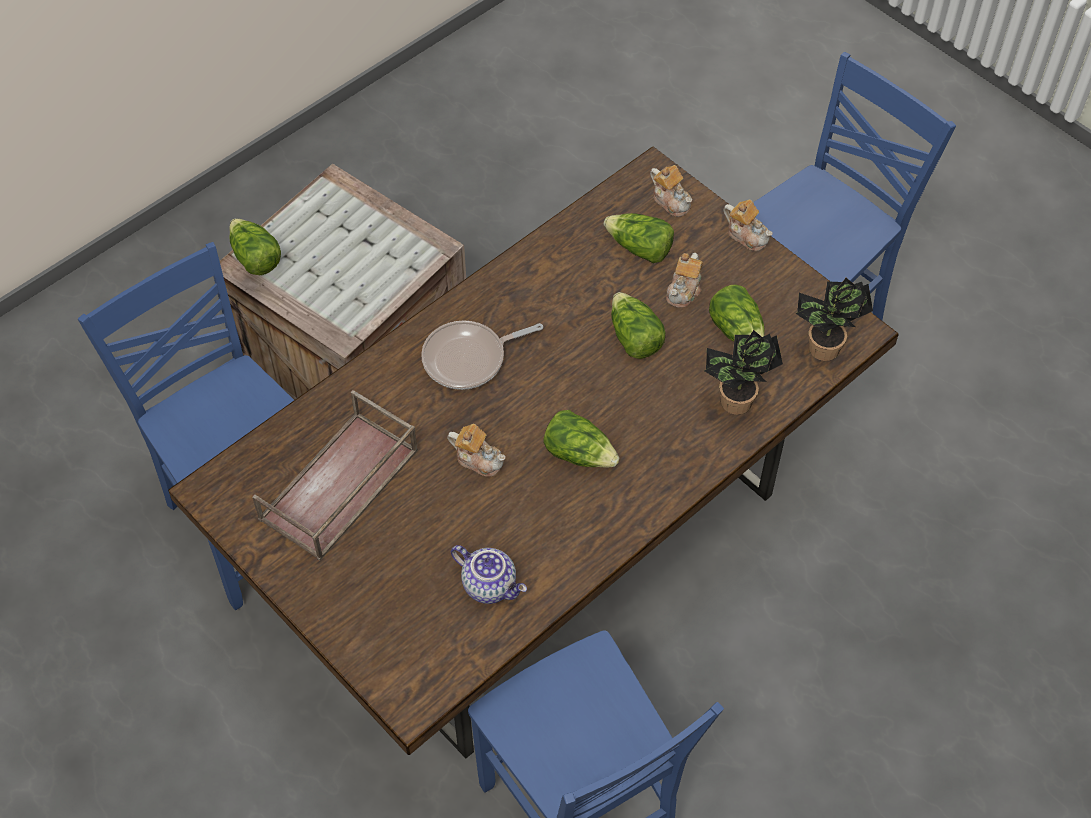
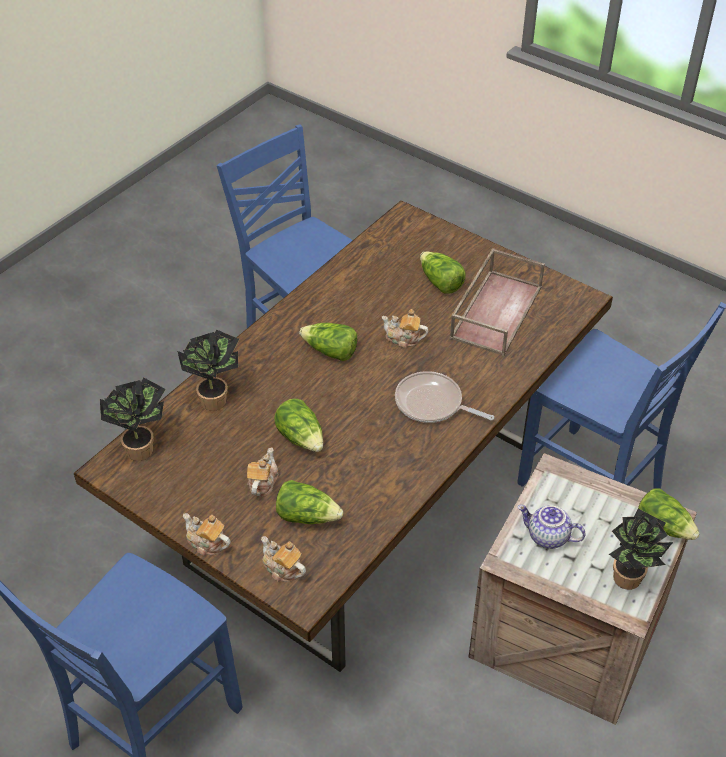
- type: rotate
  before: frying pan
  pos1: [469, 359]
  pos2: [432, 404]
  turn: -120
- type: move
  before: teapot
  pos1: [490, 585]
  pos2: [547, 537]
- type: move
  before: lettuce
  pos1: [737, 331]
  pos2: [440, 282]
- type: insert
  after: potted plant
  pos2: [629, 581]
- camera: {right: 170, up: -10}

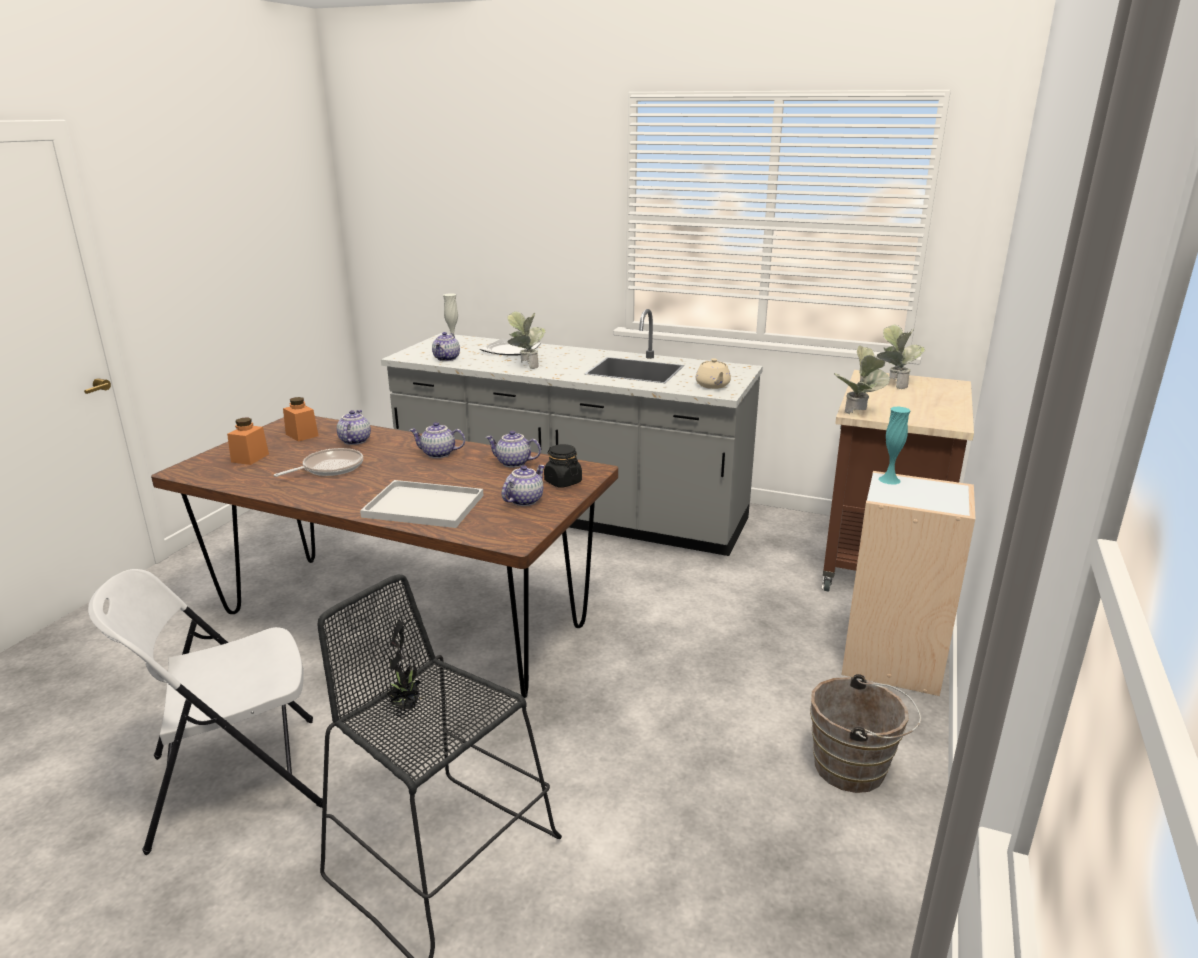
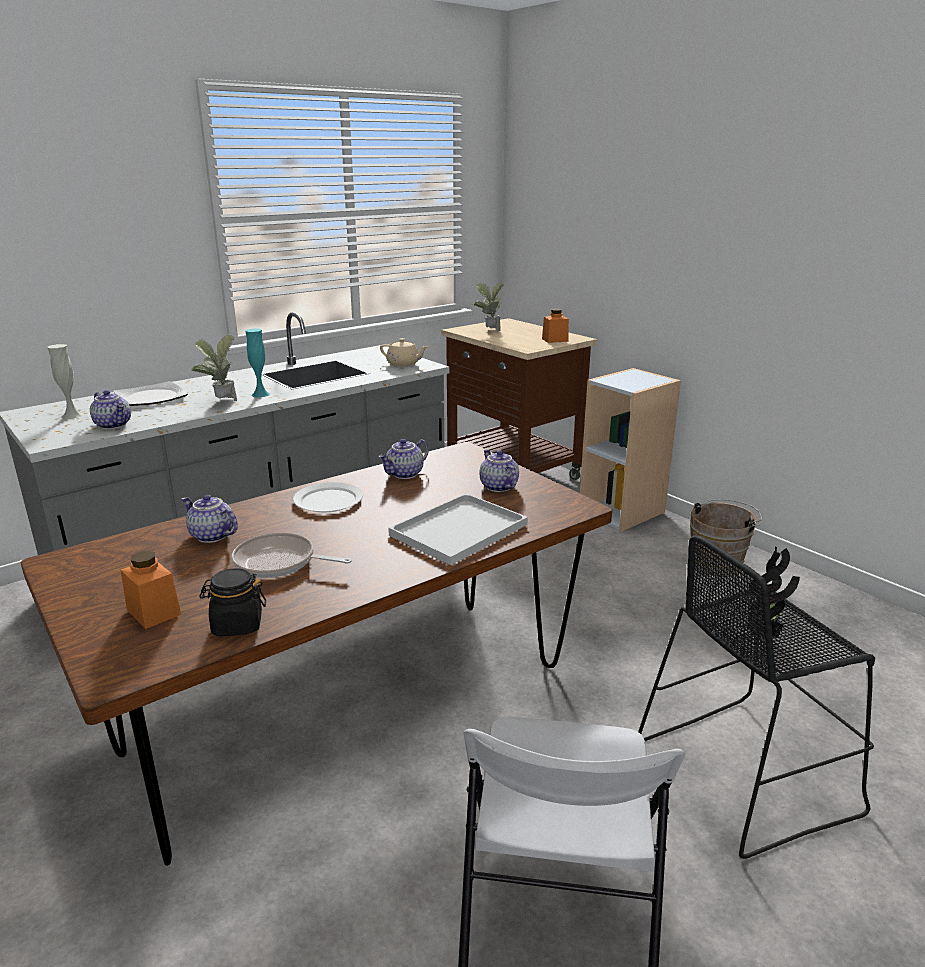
- type: rotate
  before: frying pan
  pos1: [329, 468]
  pos2: [279, 562]
  turn: -60
- type: move
  before: jar/orange
  pos1: [302, 435]
  pos2: [555, 340]
- type: replace
  before: teapot
  after: plate/white
  pos1: [438, 454]
  pos2: [329, 500]
- type: move
  before: jar/black
  pos1: [562, 482]
  pos2: [237, 625]
- type: delete
  before: potted plant
  pos1: [858, 415]
- type: move
  before: vase/turquoise
  pos1: [889, 480]
  pos2: [260, 394]
- camera: {right: -60, up: 0}

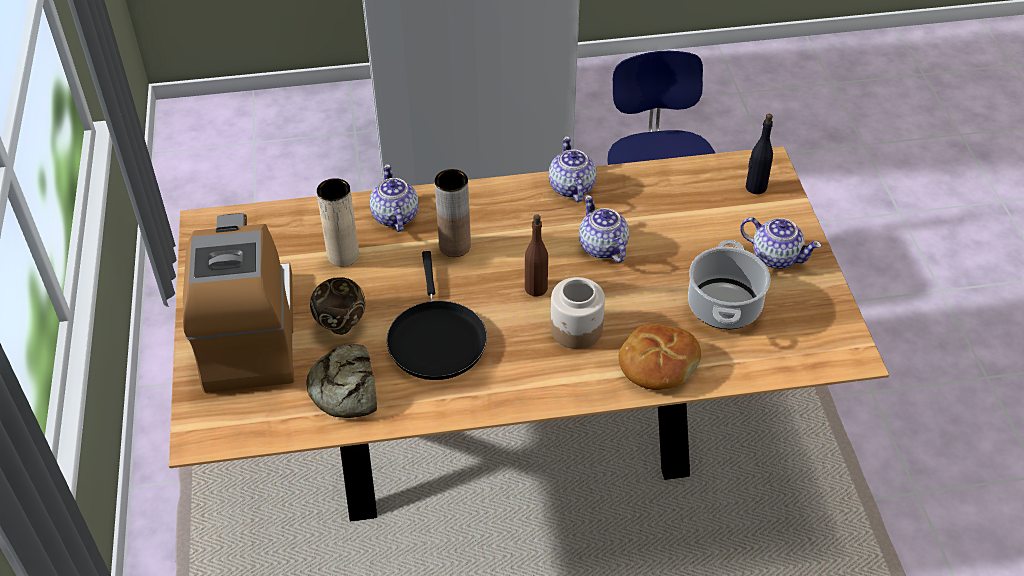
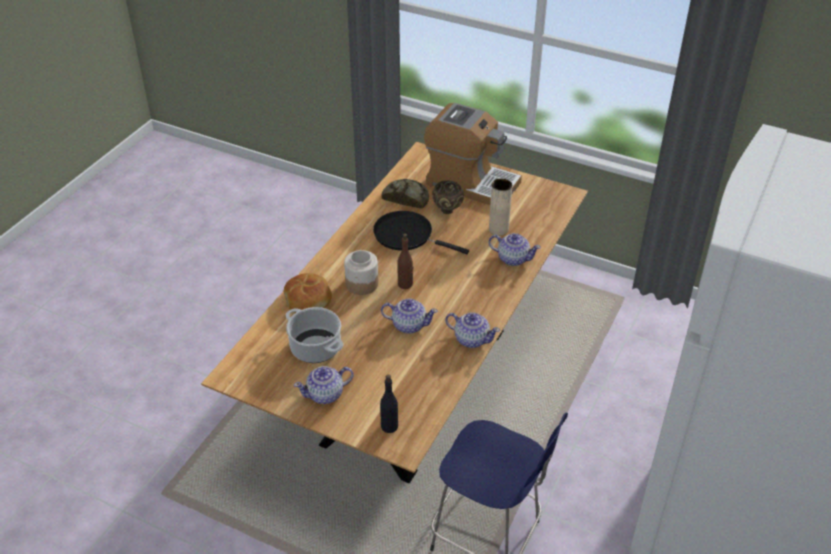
- type: delete
  before: vase/brown
  pos1: [455, 246]
- camera: {right: 125, up: -5}

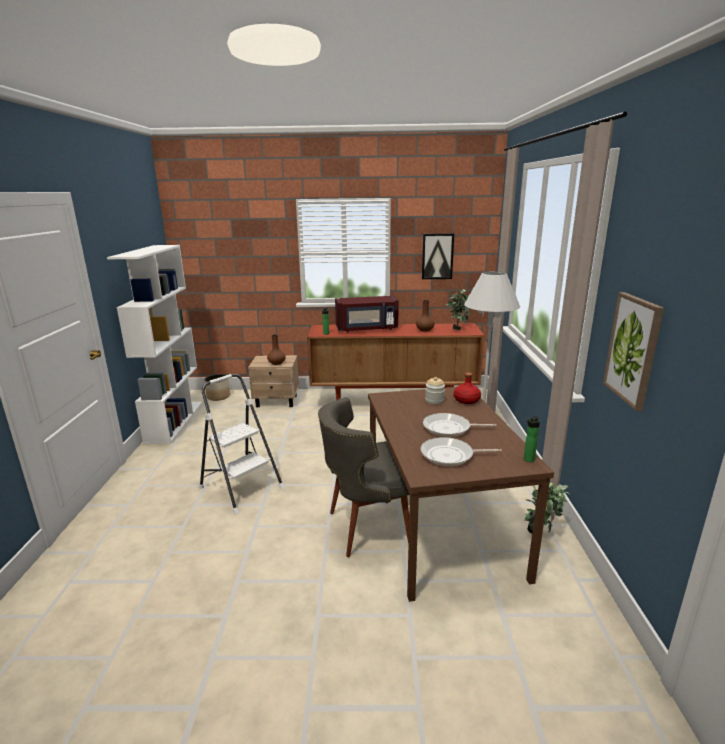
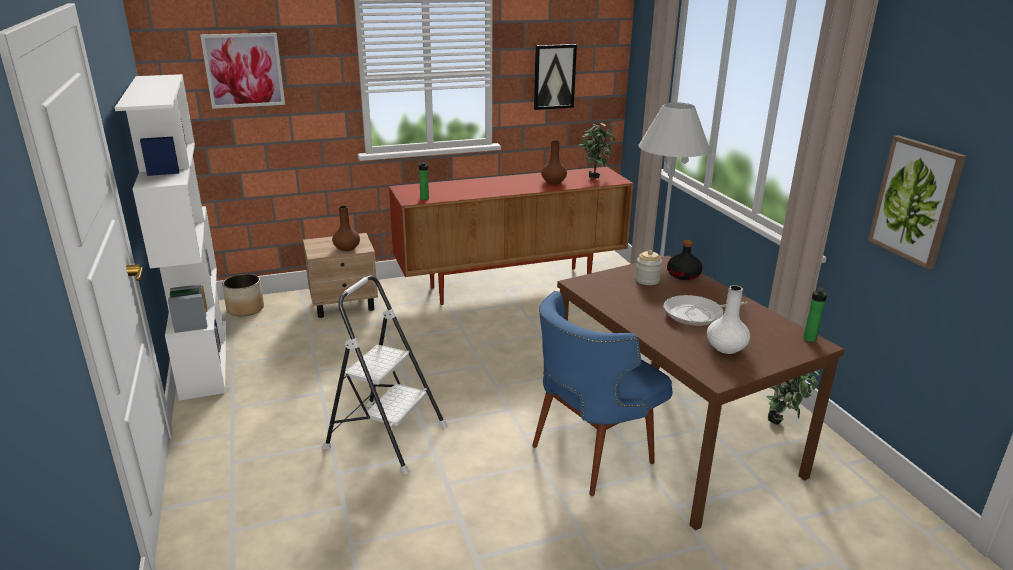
- type: recolor
  before: chair/grey
  after: chair/blue
  pos1: [369, 527]
  pos2: [593, 455]
- type: delete
  before: microwave/red
  pos1: [367, 329]
- type: replace
  before: frying pan
  after: vase/white
  pos1: [450, 456]
  pos2: [726, 348]
- type: recolor
  before: bottle/red
  after: bottle/black
  pos1: [467, 400]
  pos2: [683, 275]
- type: insert
  after: picture
  pos2: [244, 70]
- camera: {right: -20, up: 5}

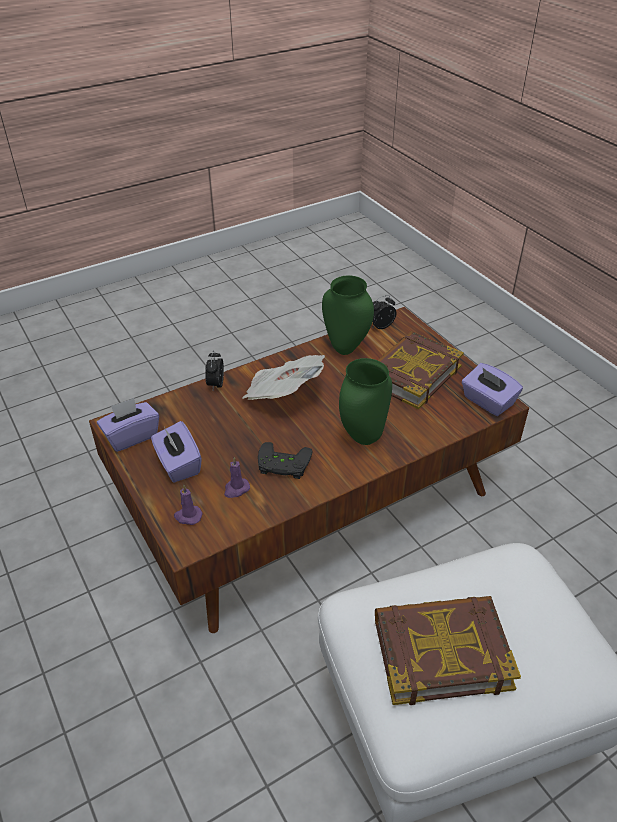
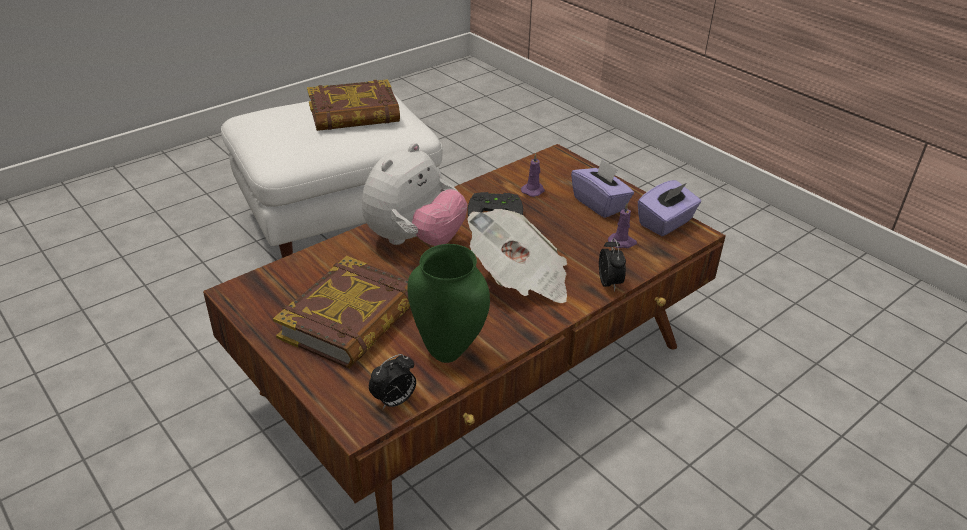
- type: move
  before: candle/purple
  pos1: [187, 516]
  pos2: [622, 242]
- type: replace
  before: vase/green
  after: plush toy
  pos1: [363, 438]
  pos2: [414, 240]
- type: delete
  before: tissue box/purple
  pos1: [487, 402]
- camera: {right: 170, up: -5}

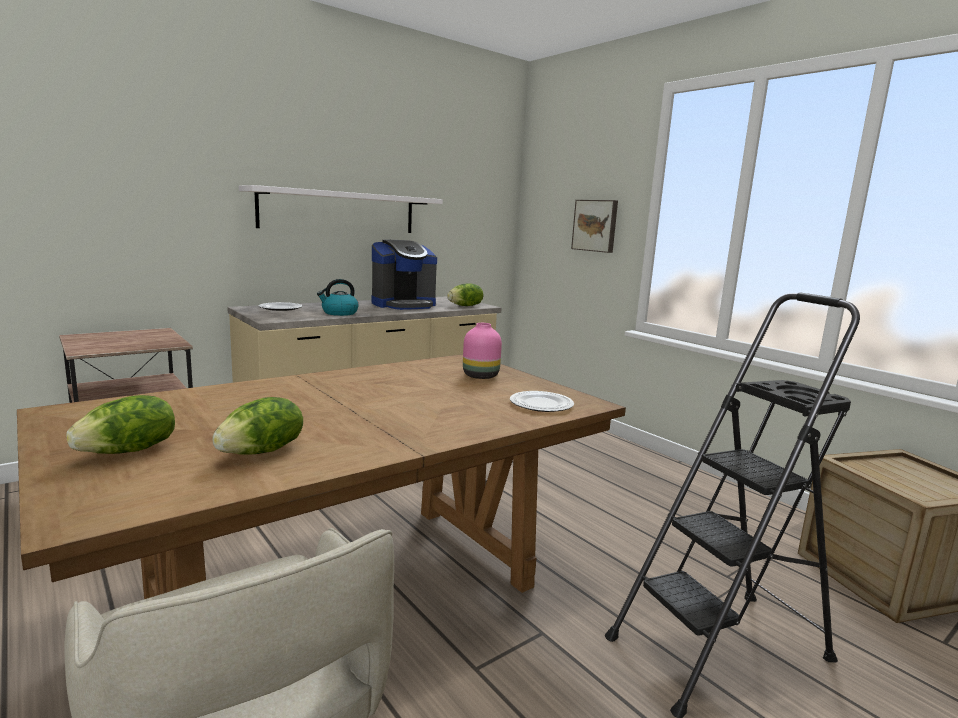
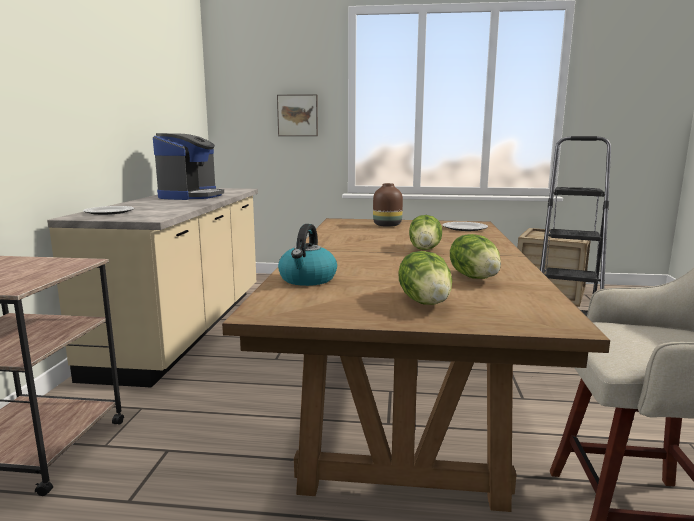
- type: delete
  before: shelf/white
  pos1: [339, 211]
- type: move
  before: kettle
  pos1: [339, 313]
  pos2: [307, 279]
- type: move
  before: lettuce
  pos1: [465, 306]
  pos2: [425, 249]
- type: recolor
  before: vase/pink
  after: vase/brown
  pos1: [480, 376]
  pos2: [387, 225]
- camera: {right: -45, up: 0}

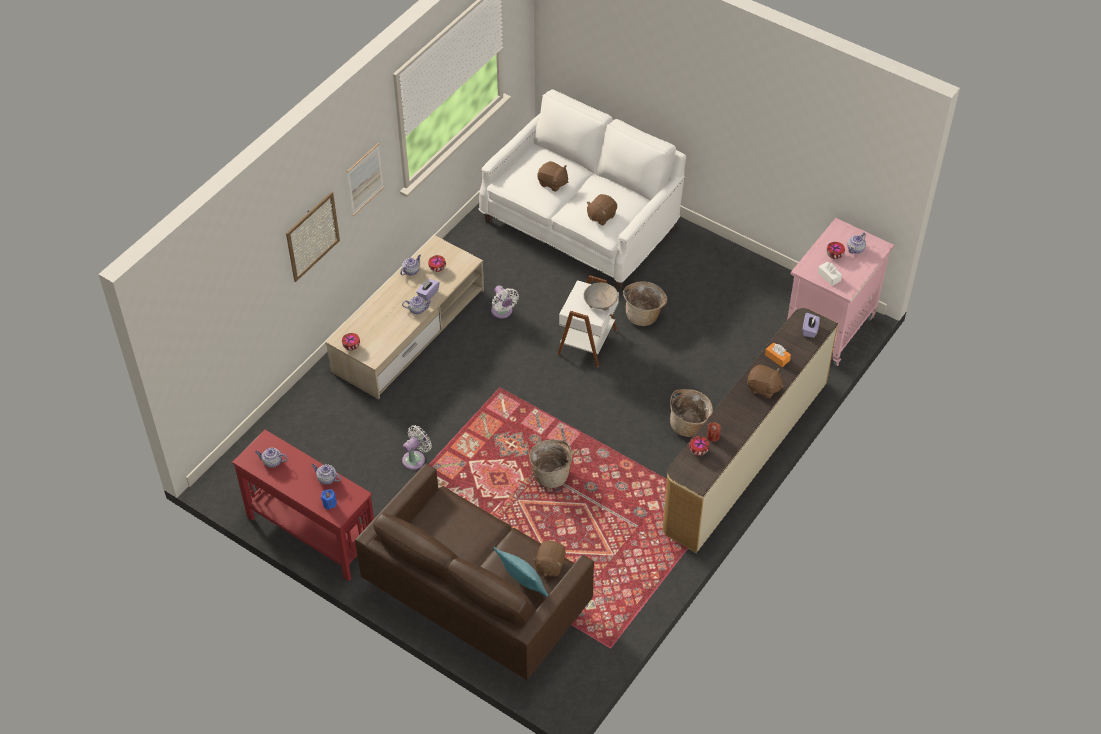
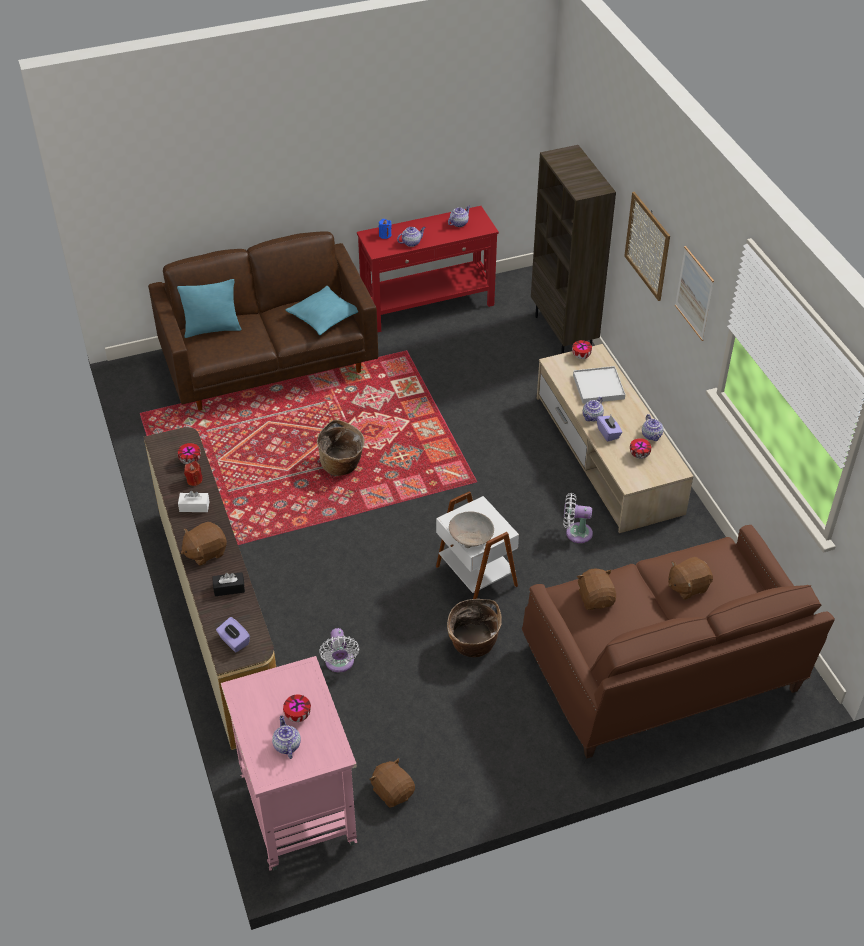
- type: move
  before: fan/white
  pos1: [415, 459]
  pos2: [339, 663]
- type: recolor
  before: sofa/white
  after: sofa/brown
  pos1: [582, 223]
  pos2: [663, 671]
- type: move
  before: plush toy/brown
  pos1: [549, 565]
  pos2: [393, 791]
- type: delete
  before: basket
  pos1: [689, 425]
- type: recolor
  before: tissue box/orange
  after: tissue box/black
  pos1: [777, 358]
  pos2: [229, 588]
- type: move
  before: tissue box/white
  pos1: [829, 277]
  pos2: [194, 506]
- type: insert
  after: pillow/turquoise
  pos2: [324, 316]
- type: insert
  after: bookcase/brown
  pos2: [564, 333]
- type: insert
  after: tray/white
  pos2: [598, 387]
- camera: {right: 125, up: -5}

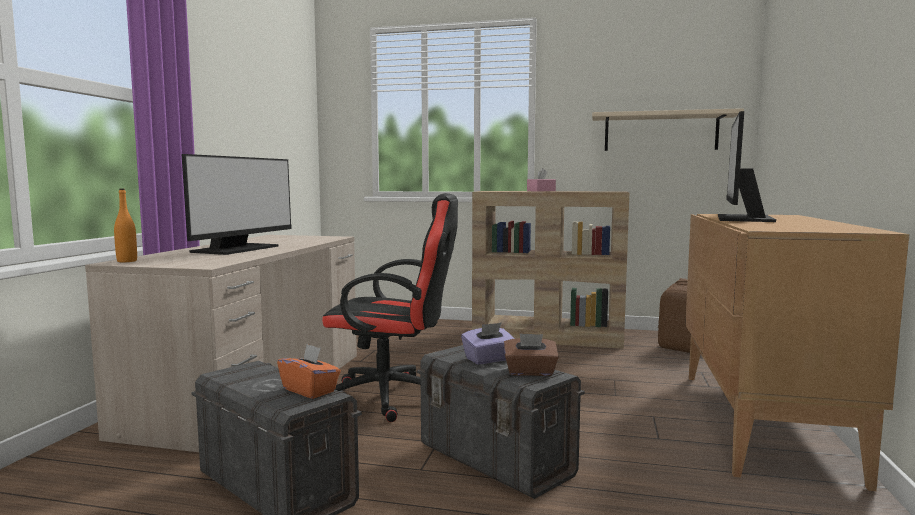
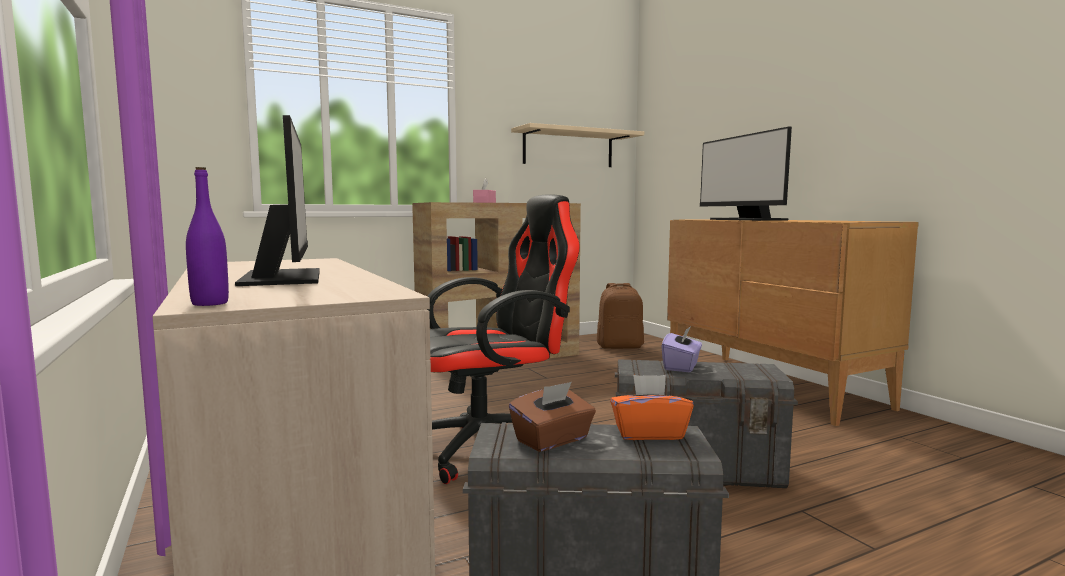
- type: recolor
  before: bottle/orange
  after: bottle/purple
  pos1: [127, 261]
  pos2: [210, 303]
- type: move
  before: tissue box/brown
  pos1: [530, 372]
  pos2: [553, 440]
- camera: {right: -40, up: 0}

